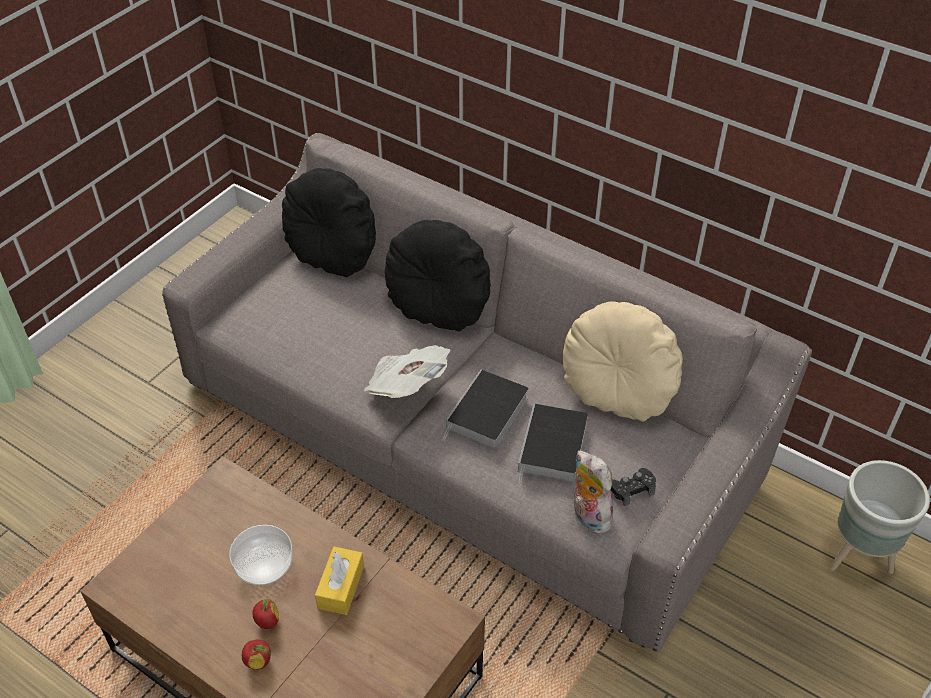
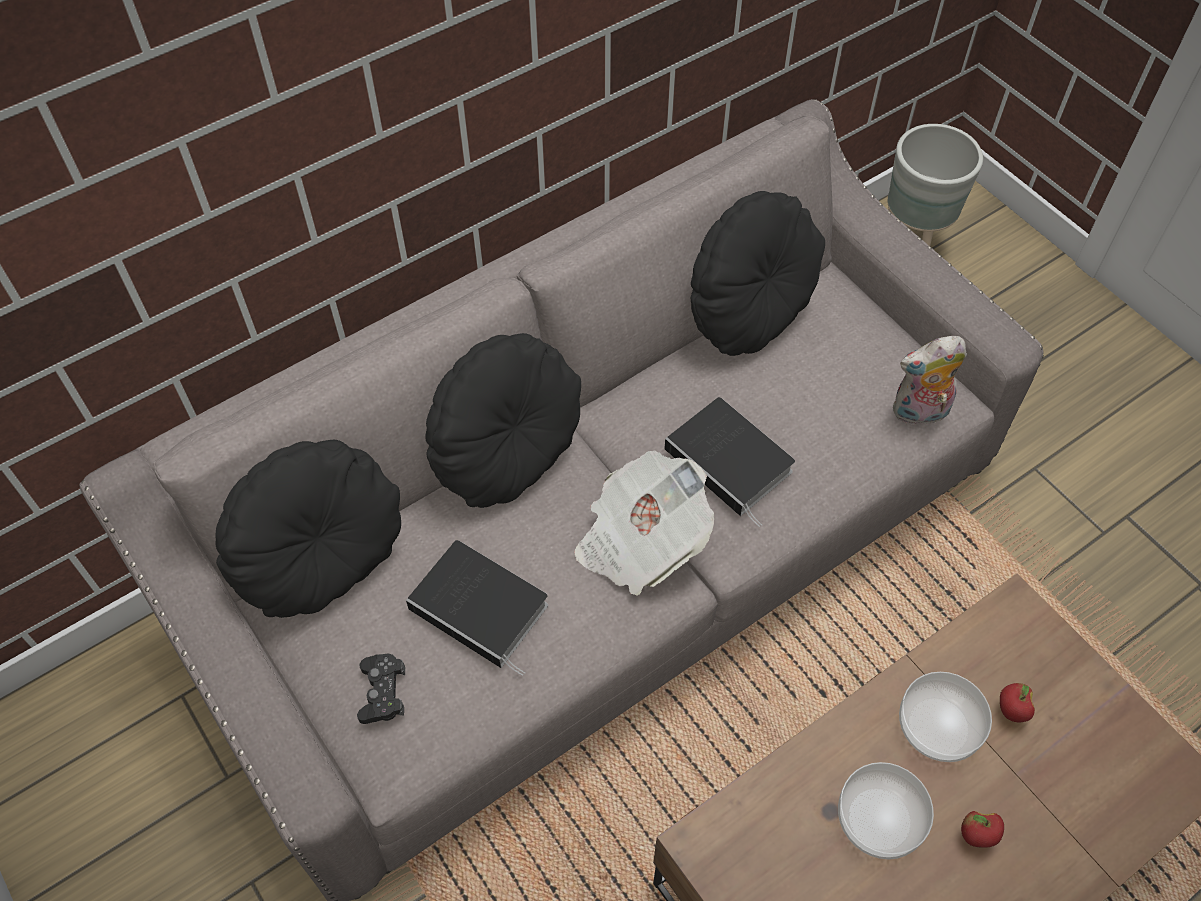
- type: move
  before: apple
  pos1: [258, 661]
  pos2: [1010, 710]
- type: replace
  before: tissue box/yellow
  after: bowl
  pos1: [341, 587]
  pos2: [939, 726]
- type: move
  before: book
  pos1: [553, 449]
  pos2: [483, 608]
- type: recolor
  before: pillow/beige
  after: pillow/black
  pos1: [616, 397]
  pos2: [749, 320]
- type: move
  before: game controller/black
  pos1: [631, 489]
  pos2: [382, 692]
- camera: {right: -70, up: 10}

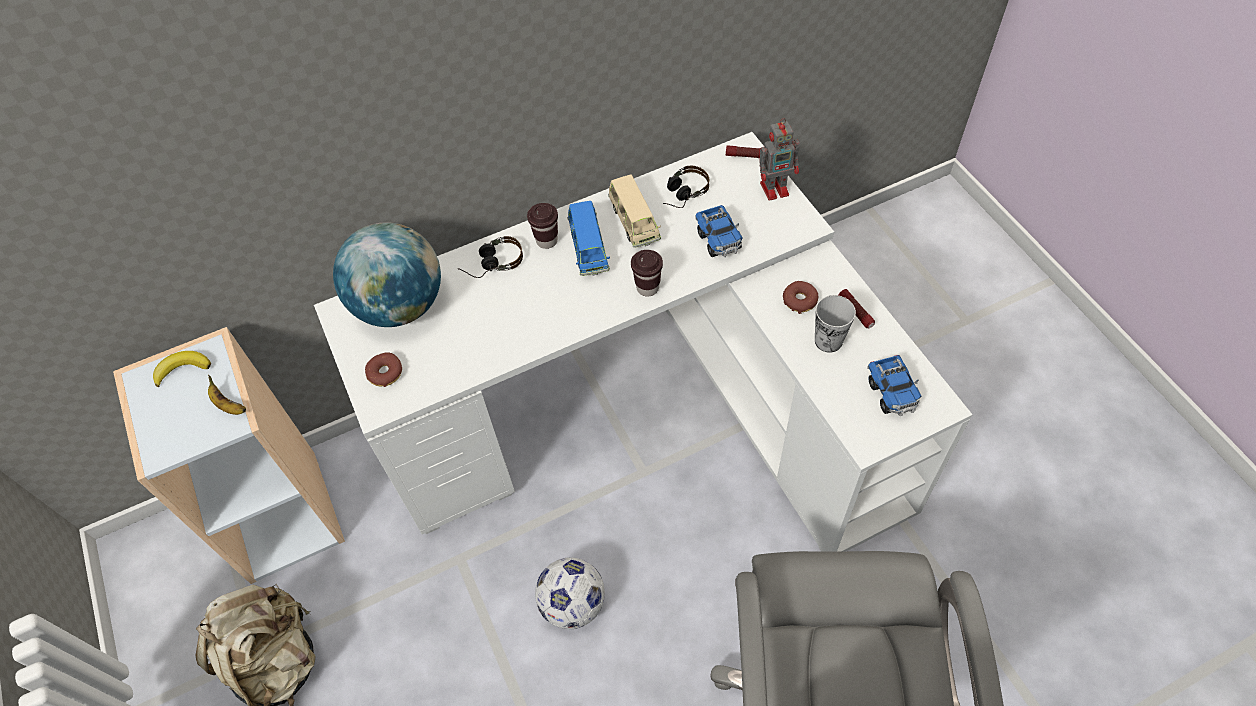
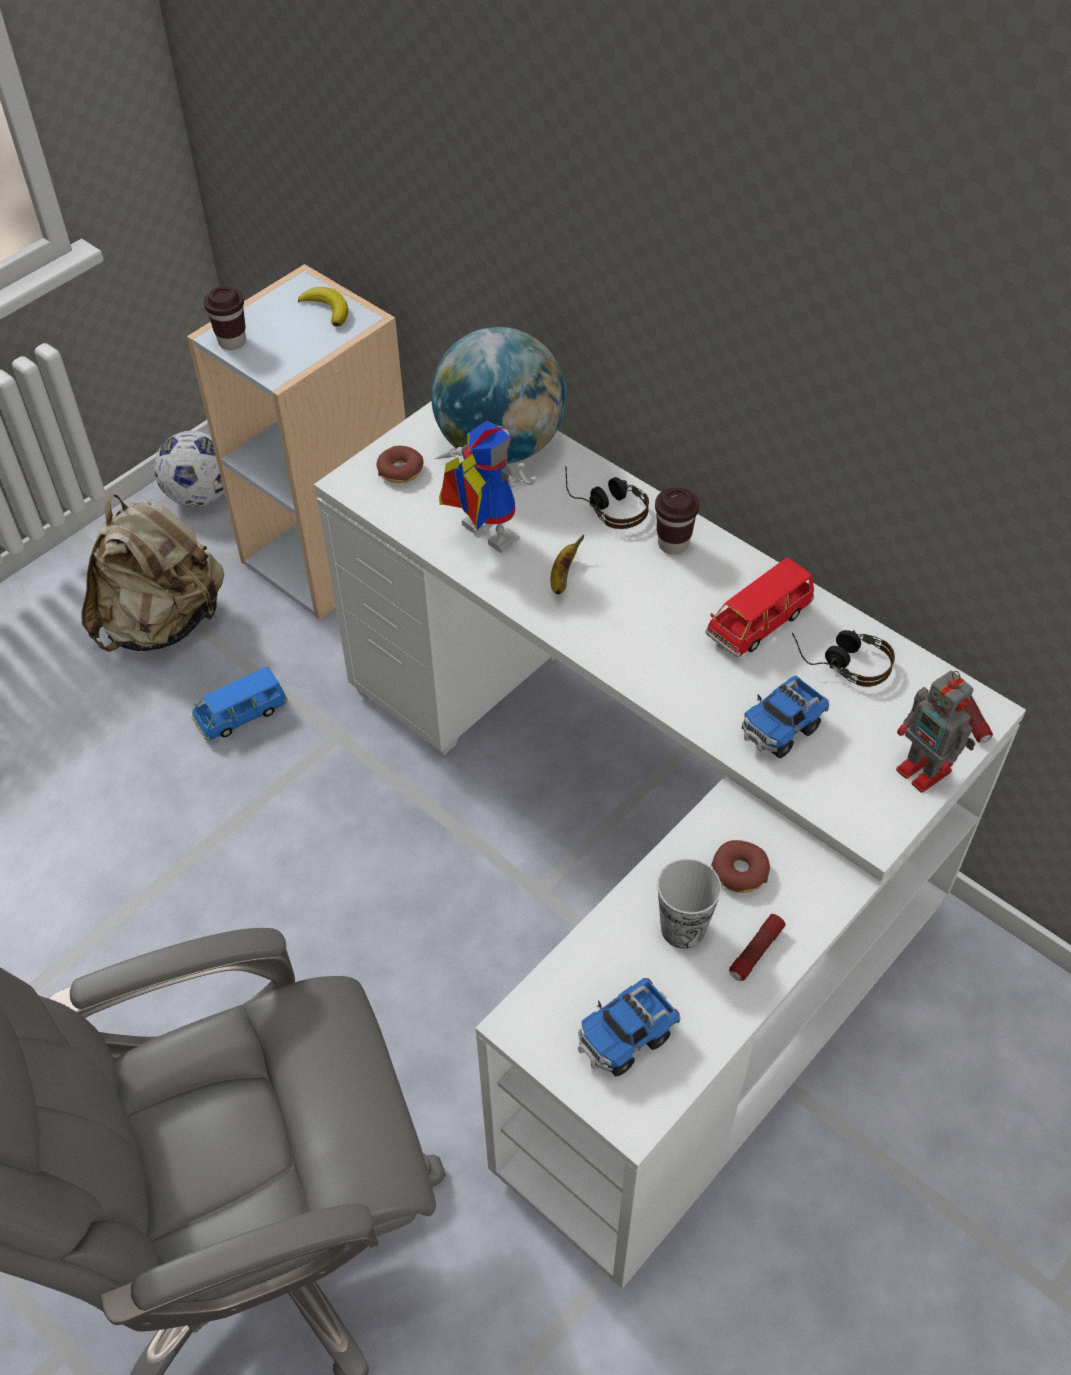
- type: move
  before: banana
  pos1: [228, 405]
  pos2: [562, 577]
- type: move
  before: football
  pos1: [572, 604]
  pos2: [199, 496]
- type: move
  before: toy car/blue
  pos1: [589, 249]
  pos2: [241, 715]
- type: recolor
  before: toy car/beige
  after: toy car/red
  pos1: [634, 222]
  pos2: [758, 623]
- type: move
  before: cup/brown
  pos1: [647, 288]
  pos2: [232, 342]
- type: insert
  after: toy robot
  pos2: [479, 535]
- camera: {right: 65, up: -5}

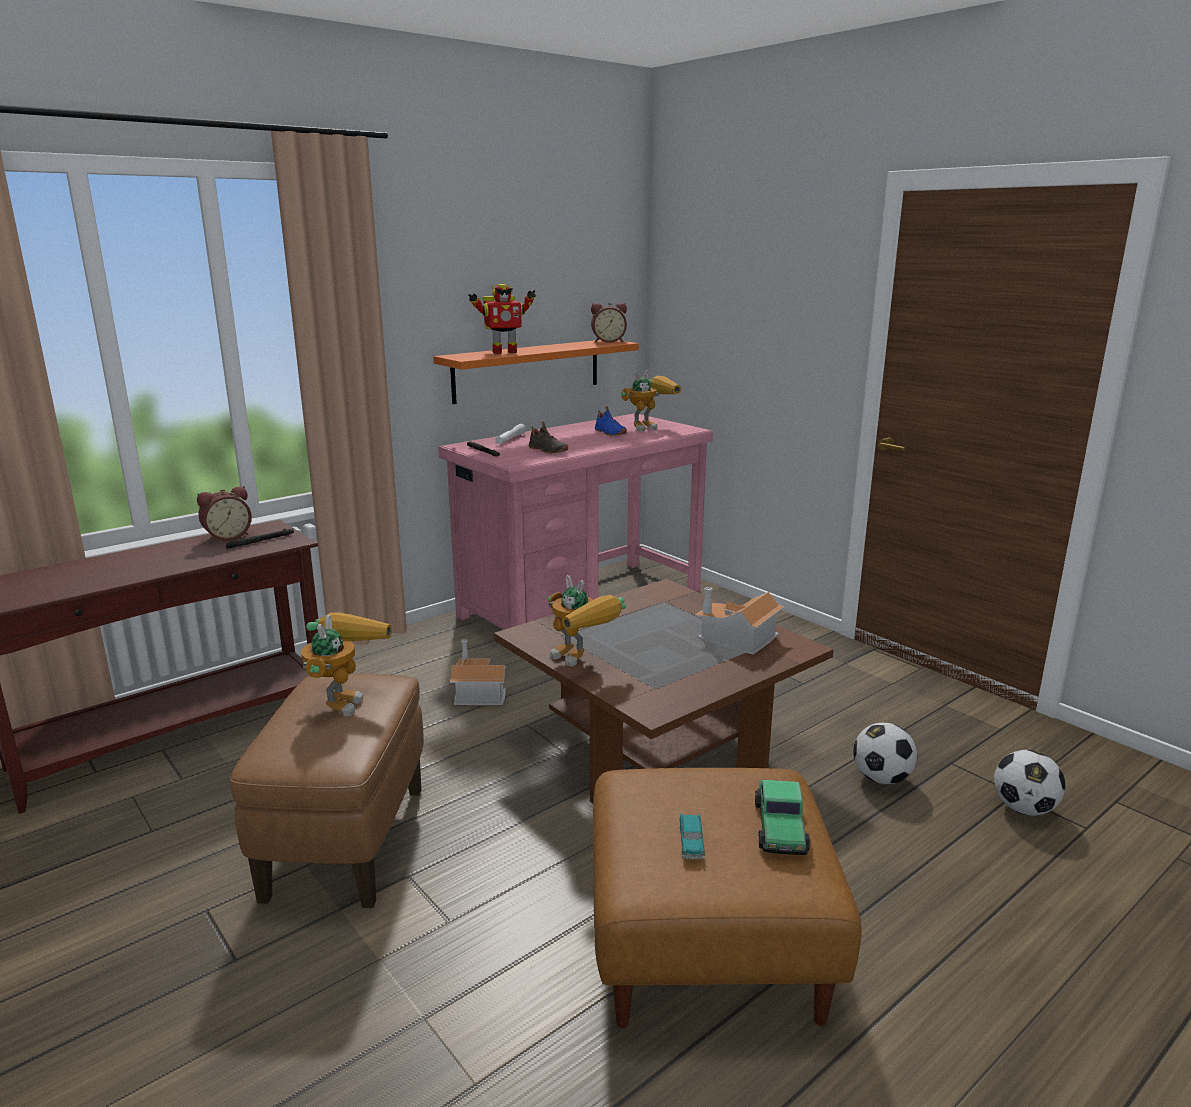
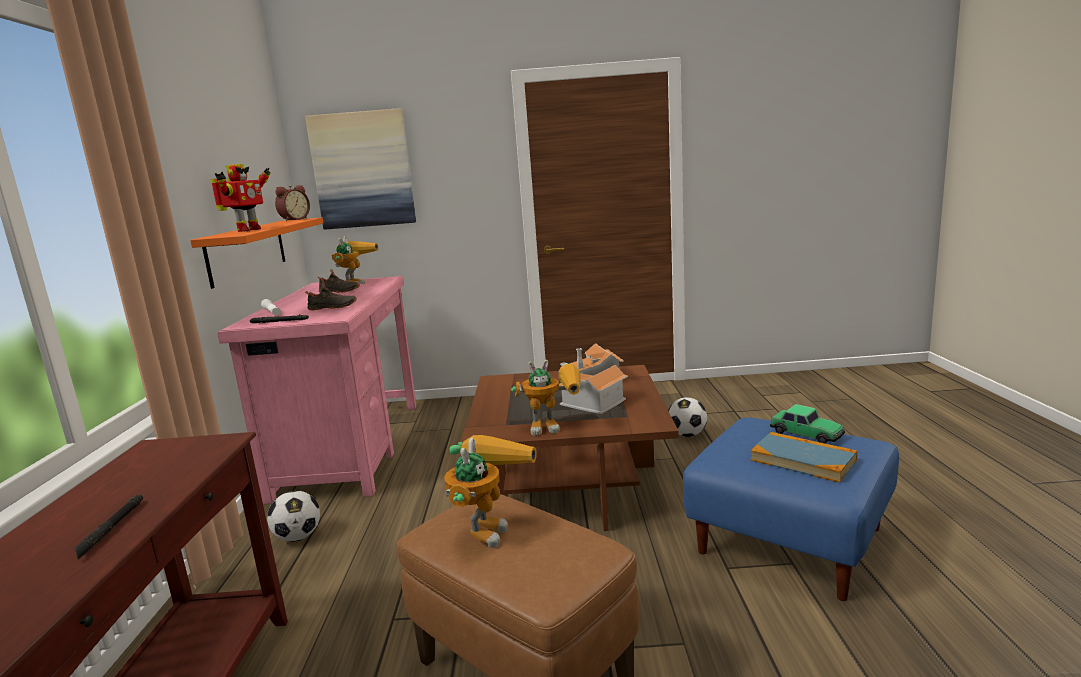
- type: delete
  before: alarm clock
  pos1: [227, 536]
- type: move
  before: flashlight/black
  pos1: [260, 541]
  pos2: [111, 529]
- type: rotate
  before: toy robot
  pos1: [344, 698]
  pos2: [488, 526]
  turn: 60
- type: move
  before: toy house
  pos1: [476, 692]
  pos2: [591, 403]
- type: recolor
  before: ottoman/brown
  after: ottoman/blue
  pos1: [710, 946]
  pos2: [791, 540]
- type: recolor
  before: shoe/blue
  after: shoe/black
  pos1: [609, 433]
  pos2: [339, 292]
- type: replace
  before: toy car
  after: book
  pos1: [691, 842]
  pos2: [803, 460]
- type: move
  before: football
  pos1: [1023, 809]
  pos2: [298, 537]
- type: insert
  after: picture
  pos2: [362, 170]
- camera: {right: -50, up: -5}

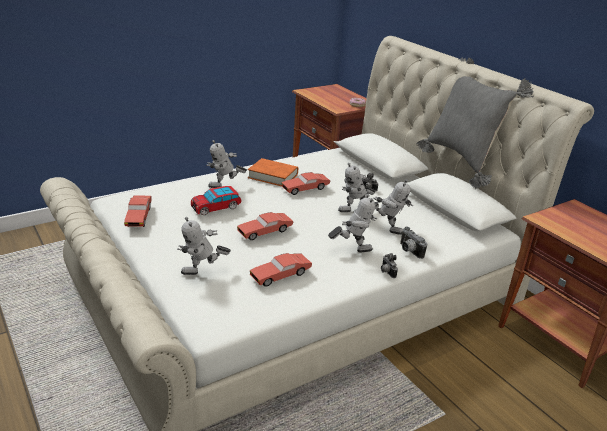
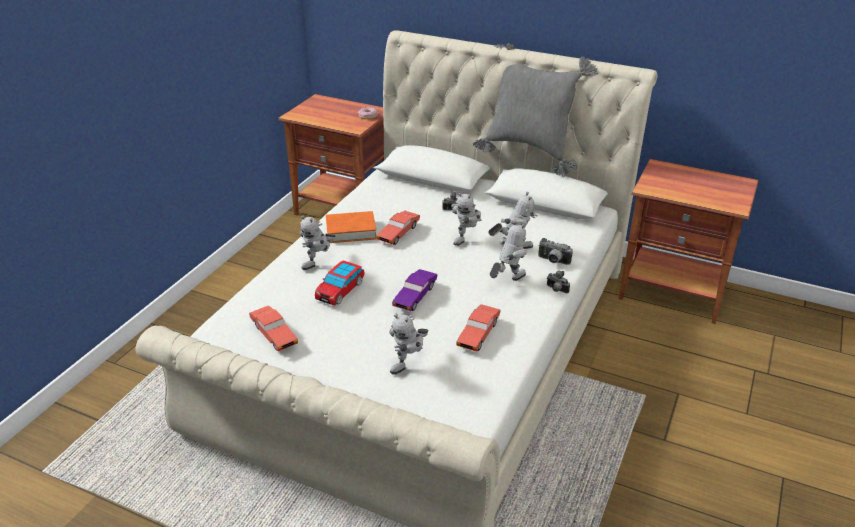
- type: recolor
  before: toy car/red
  after: toy car/purple
  pos1: [265, 232]
  pos2: [415, 296]
- camera: {right: -30, up: 5}

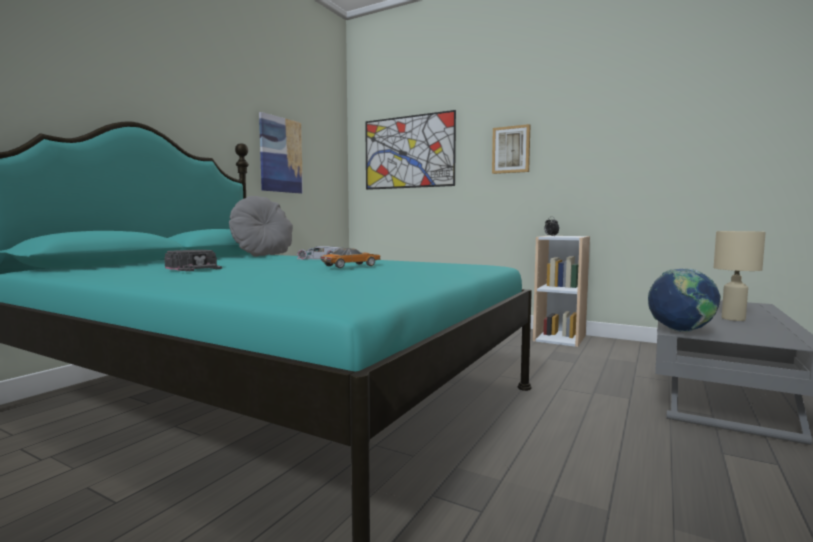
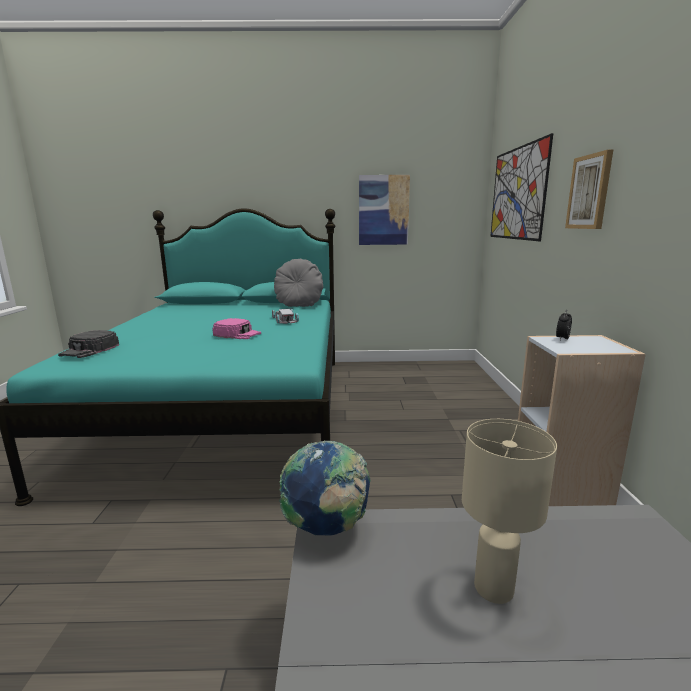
- type: move
  before: cap/black
  pos1: [194, 268]
  pos2: [90, 350]
- type: replace
  before: toy car
  after: cap/pink
  pos1: [351, 266]
  pos2: [237, 334]
- camera: {right: 60, up: 10}

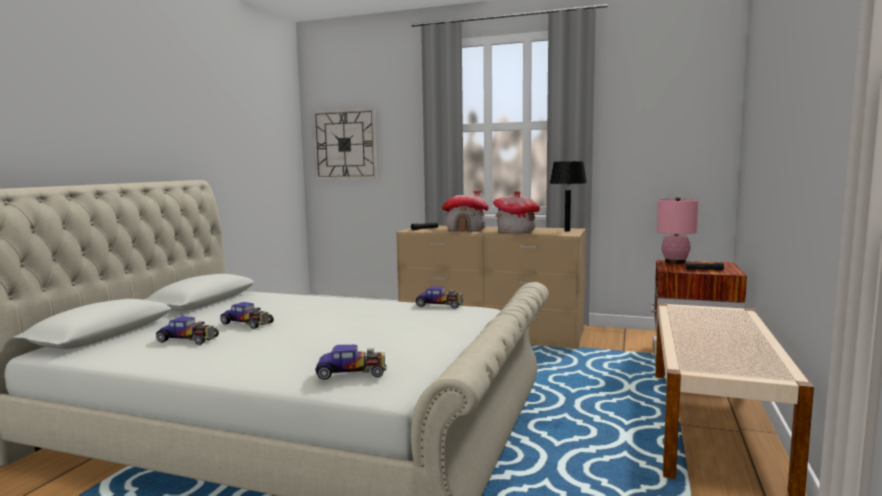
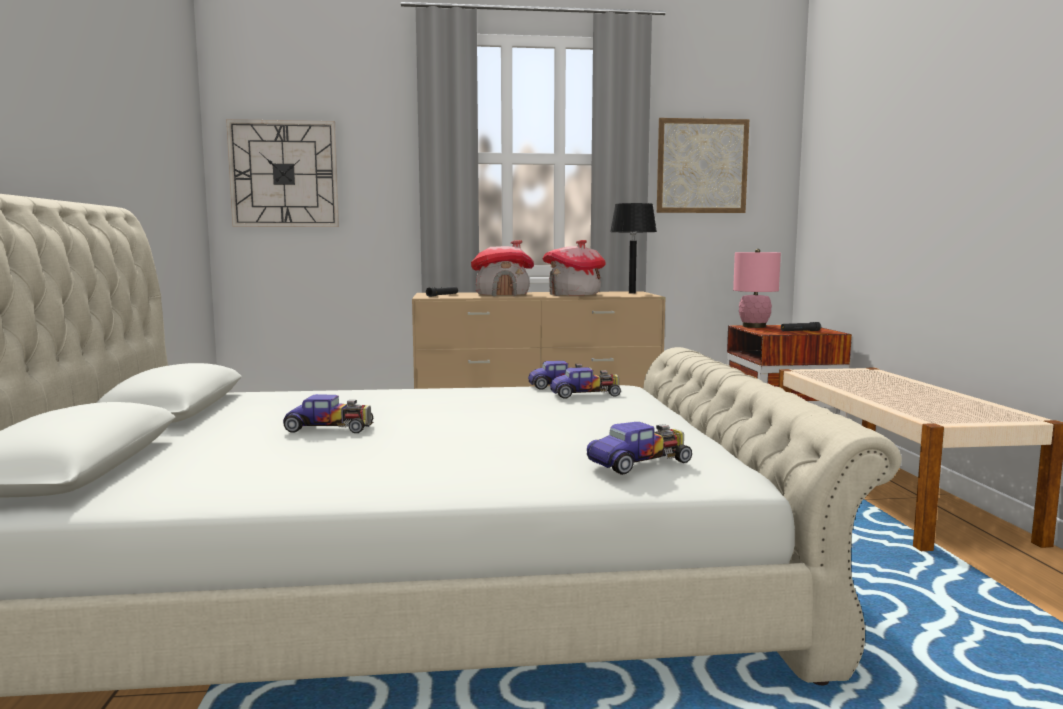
- type: move
  before: toy car
  pos1: [188, 339]
  pos2: [585, 394]
- type: insert
  after: picture
  pos2: [702, 165]
- camera: {right: -25, up: 0}

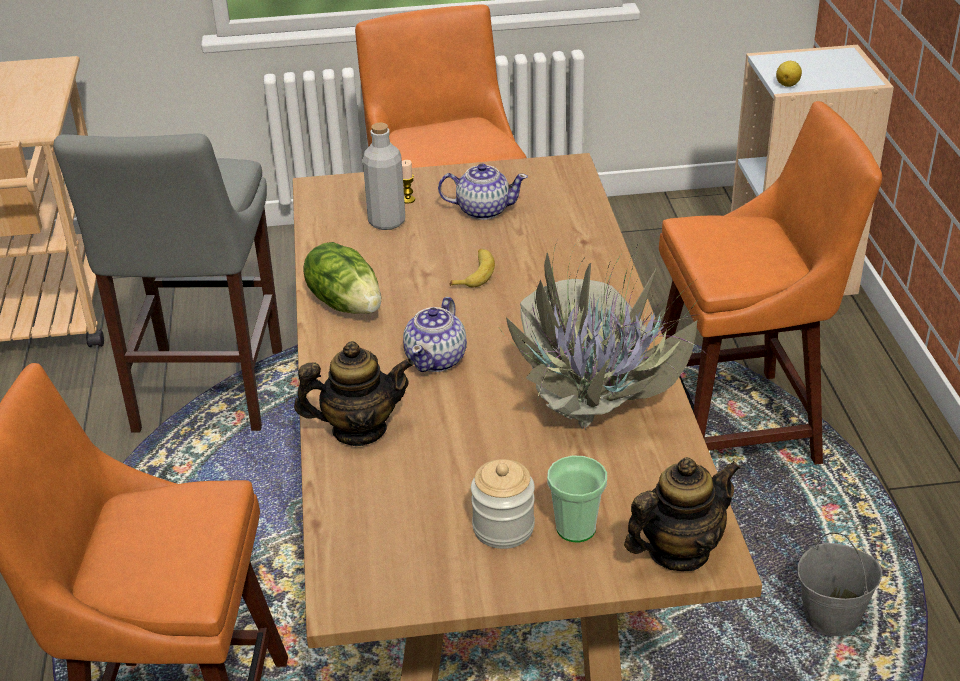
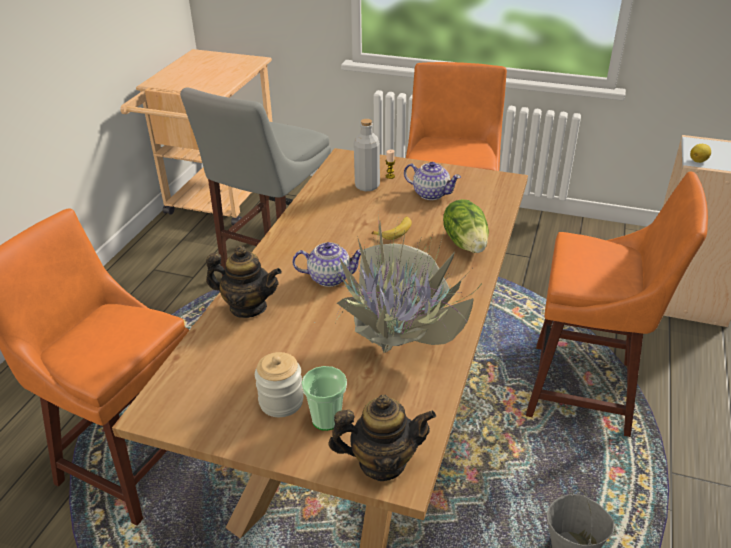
- type: move
  before: lettuce
  pos1: [346, 303]
  pos2: [466, 243]
- type: rotate
  before: teapot
  pos1: [437, 359]
  pos2: [329, 277]
  turn: -135
- camera: {right: 25, up: 0}

